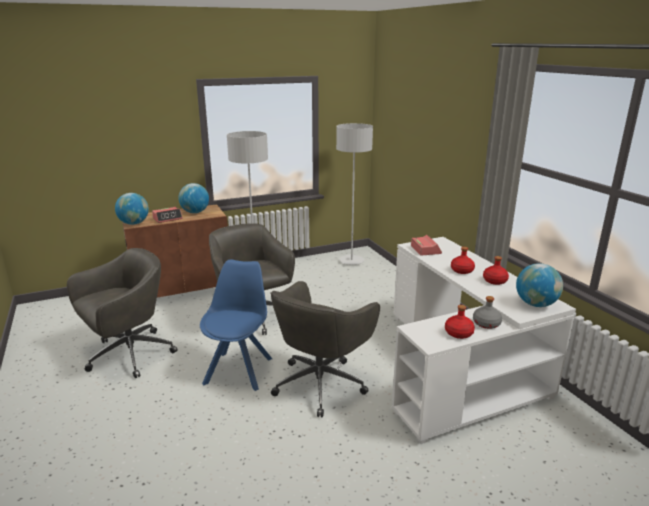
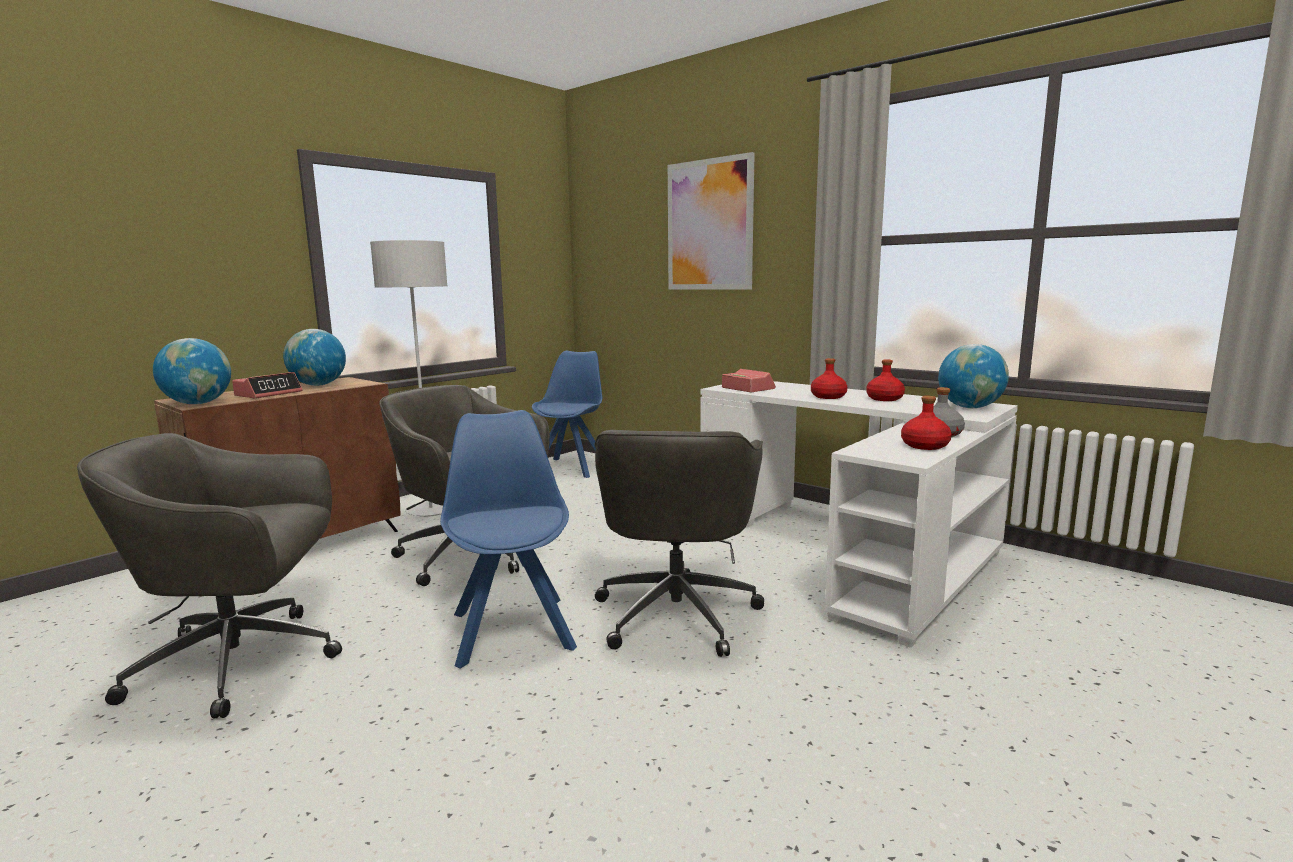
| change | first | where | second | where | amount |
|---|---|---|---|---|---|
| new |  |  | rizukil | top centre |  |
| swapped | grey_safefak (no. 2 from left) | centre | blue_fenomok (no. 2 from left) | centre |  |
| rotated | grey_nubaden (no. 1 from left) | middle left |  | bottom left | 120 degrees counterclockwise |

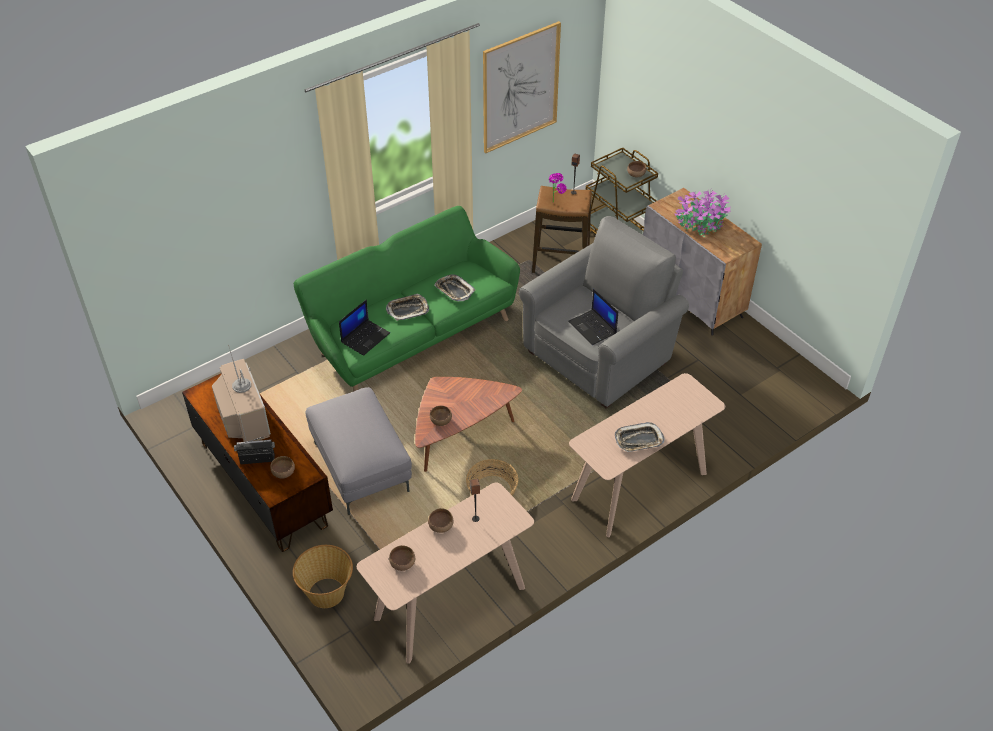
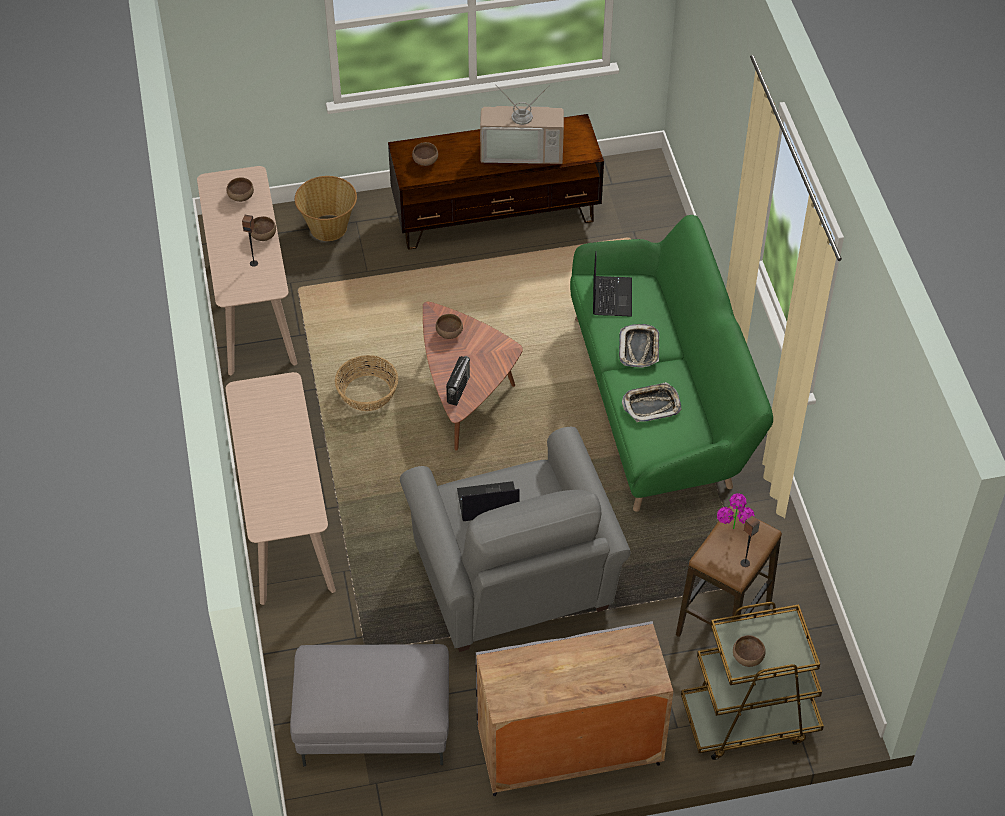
| change | first | where | second | where | amount |
|---|---|---|---|---|---|
| gone | rizukil | top centre |  |  |  |
| gone | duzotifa (no. 3 from left) | centre |  |  |  |
| gone | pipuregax (no. 2 from left) | top right |  |  |  |
| shifted | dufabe | middle left |  | centre |  |
| shifted | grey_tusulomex | centre |  | bottom centre |  |
| rotated | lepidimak (no. 1 from left in the first image) | centre | lepidimak (no. 2 from left) | centre | 150 degrees counterclockwise |

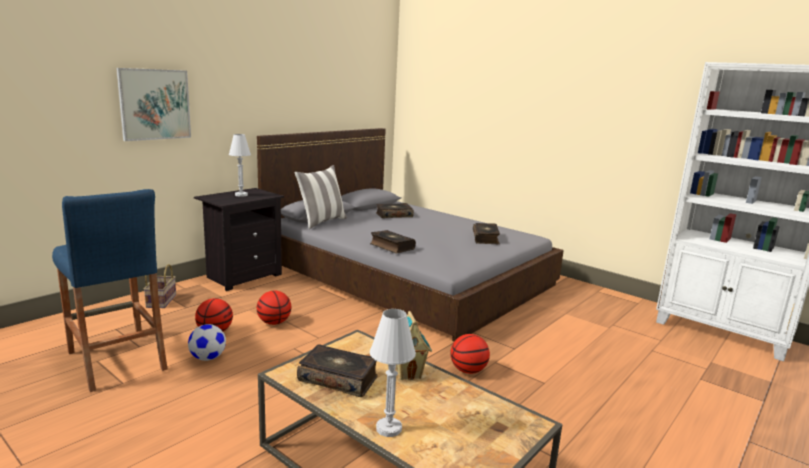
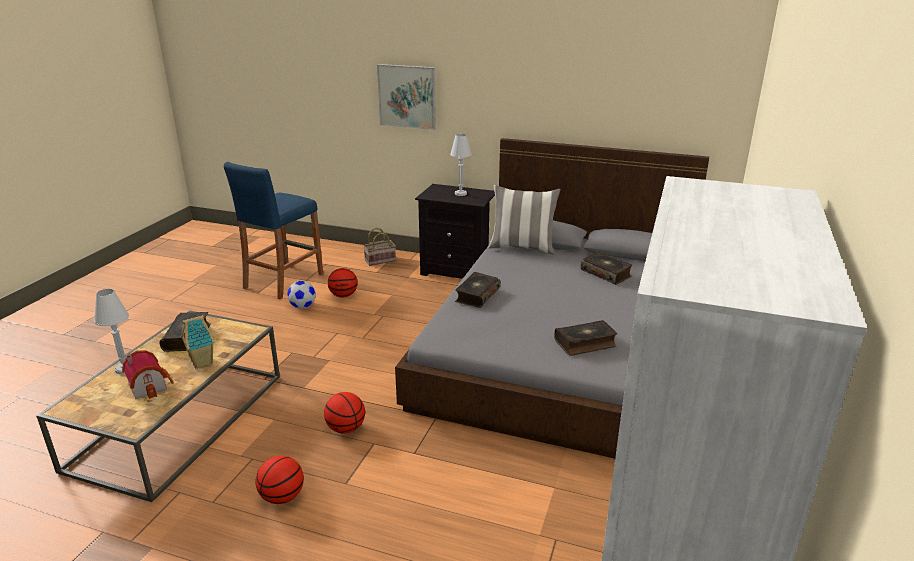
| change | first | where | second | where | amount |
|---|---|---|---|---|---|
| new |  |  | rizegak (no. 1 from left) | bottom left |  |
| shifted | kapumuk (no. 2 from left in the first image) | centre | kapumuk (no. 1 from left) | bottom left |  |

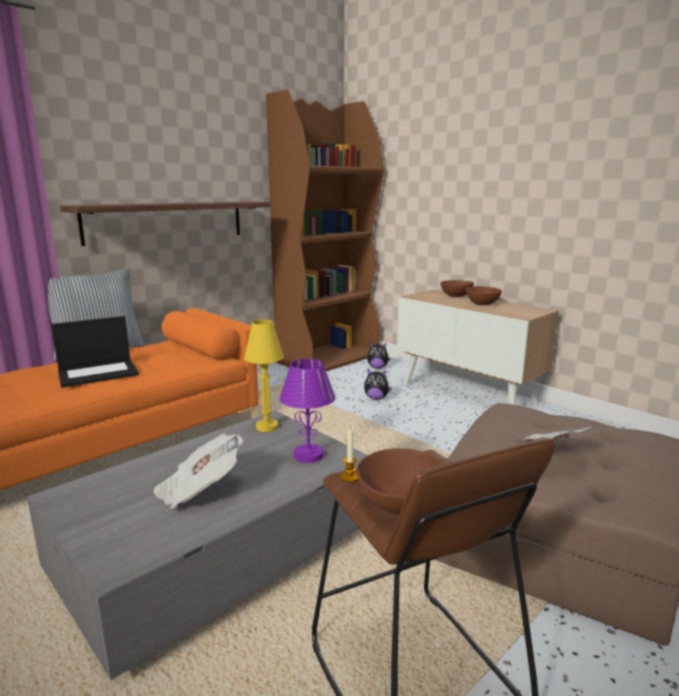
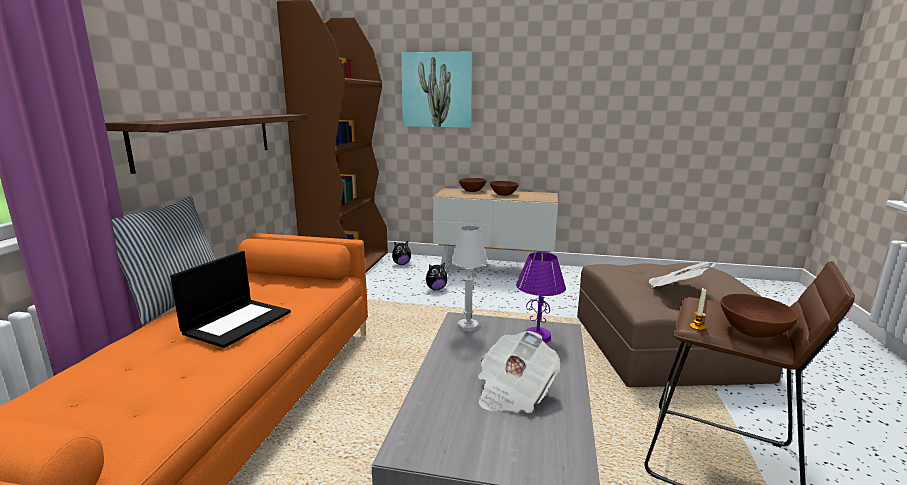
| change | first | where | second | where | amount |
|---|---|---|---|---|---|
| new |  |  | rizukil | top centre |  |
| repainted | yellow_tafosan | centre | white_tafosan | centre |  |

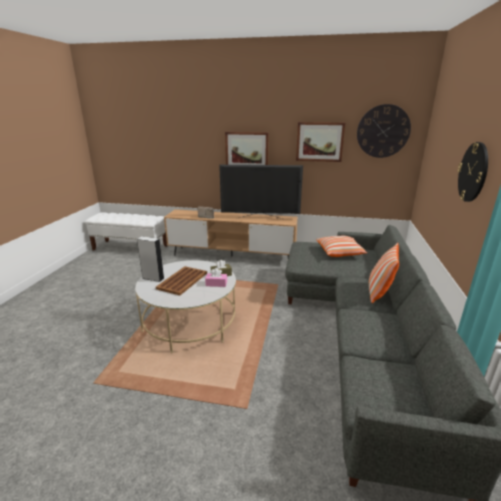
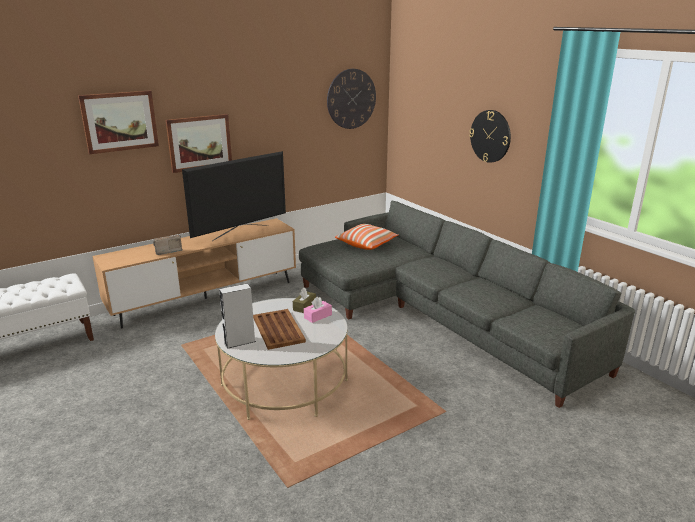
| change | first | where | second | where | amount |
|---|---|---|---|---|---|
| gone | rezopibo (no. 2 from left) | middle right |  |  |  |
| shifted | rizukil (no. 2 from left in the first image) | top centre | rizukil (no. 1 from left) | top left |  |

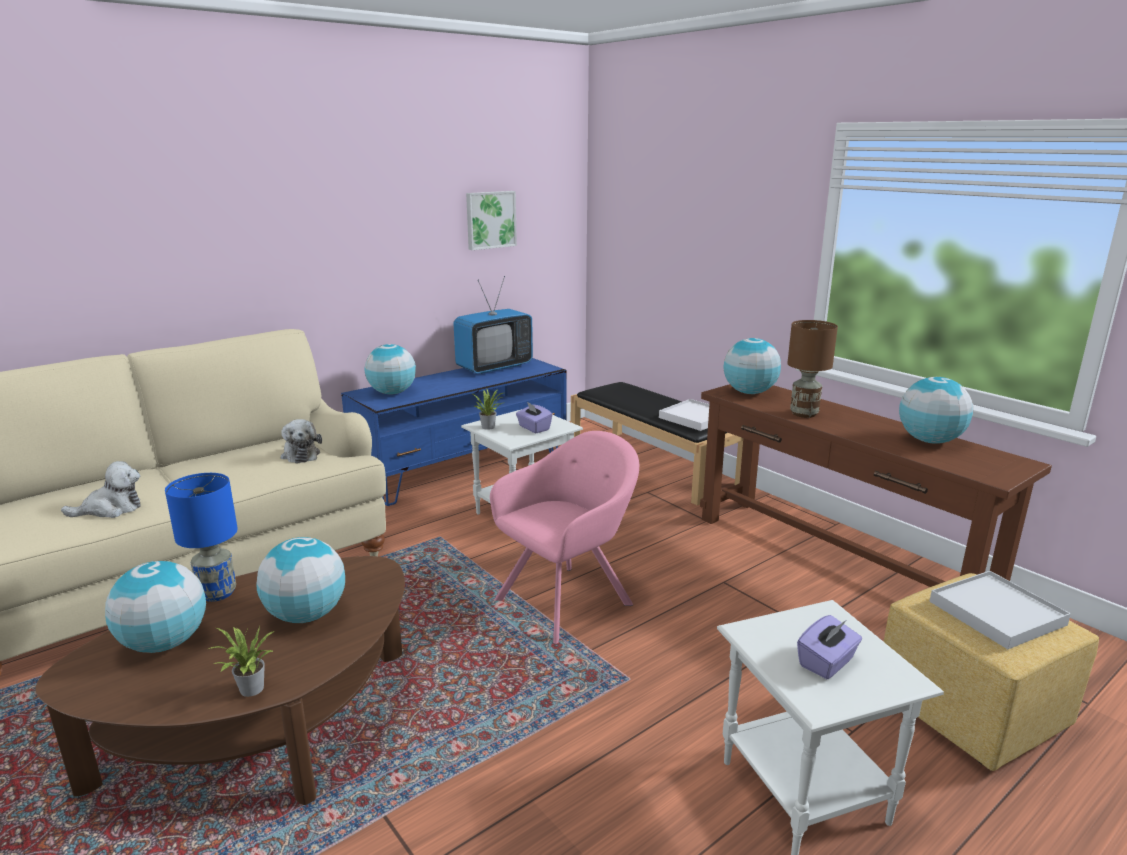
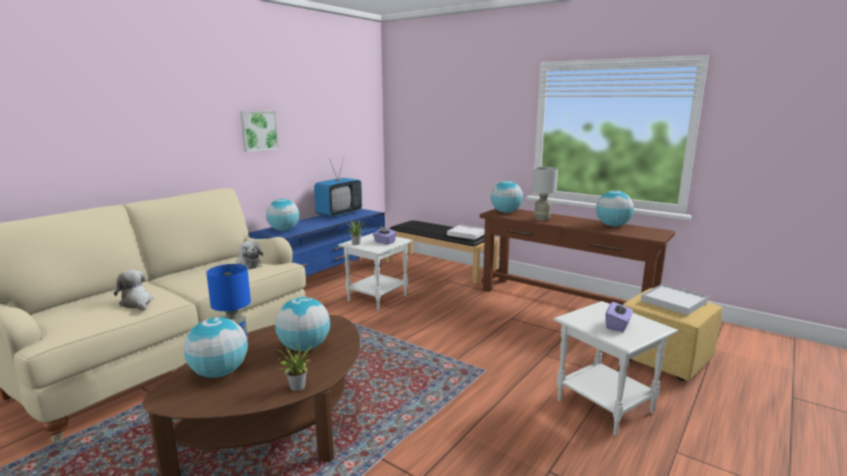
| change | first | where | second | where | amount |
|---|---|---|---|---|---|
| gone | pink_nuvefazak | centre |  |  |  |
| shifted | rizukil | top centre |  | top left |  |
| repainted | brown_tafosan | middle right | grey_tafosan | centre |  |
| rotated | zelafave (no. 1 from left) | middle left |  | middle left | 90 degrees counterclockwise |

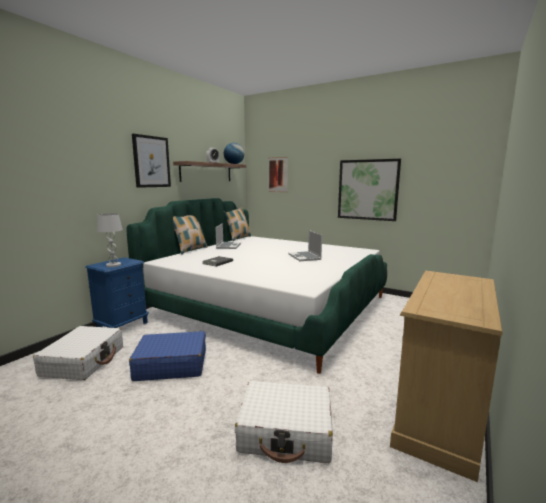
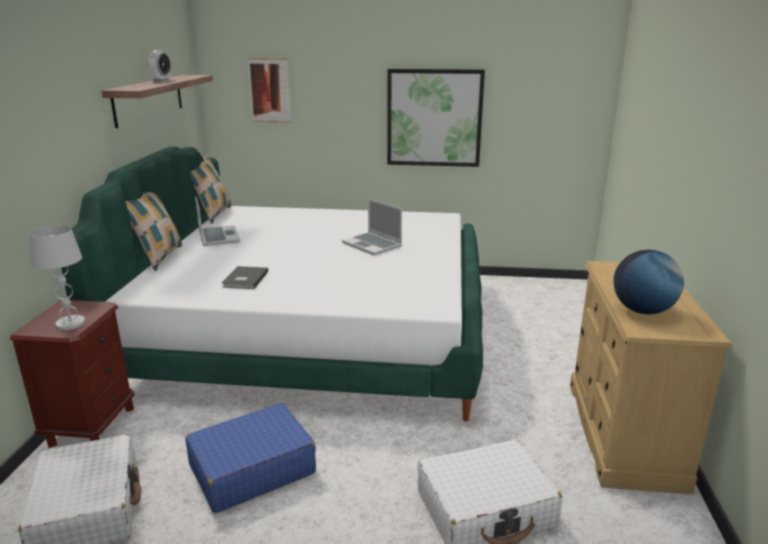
| change | first | where | second | where | amount |
|---|---|---|---|---|---|
| gone | rizukil (no. 1 from left) | top left |  |  |  |
| shifted | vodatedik | top centre |  | middle right |  |
| repainted | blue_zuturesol | middle left | brown_zuturesol | bottom left |  |

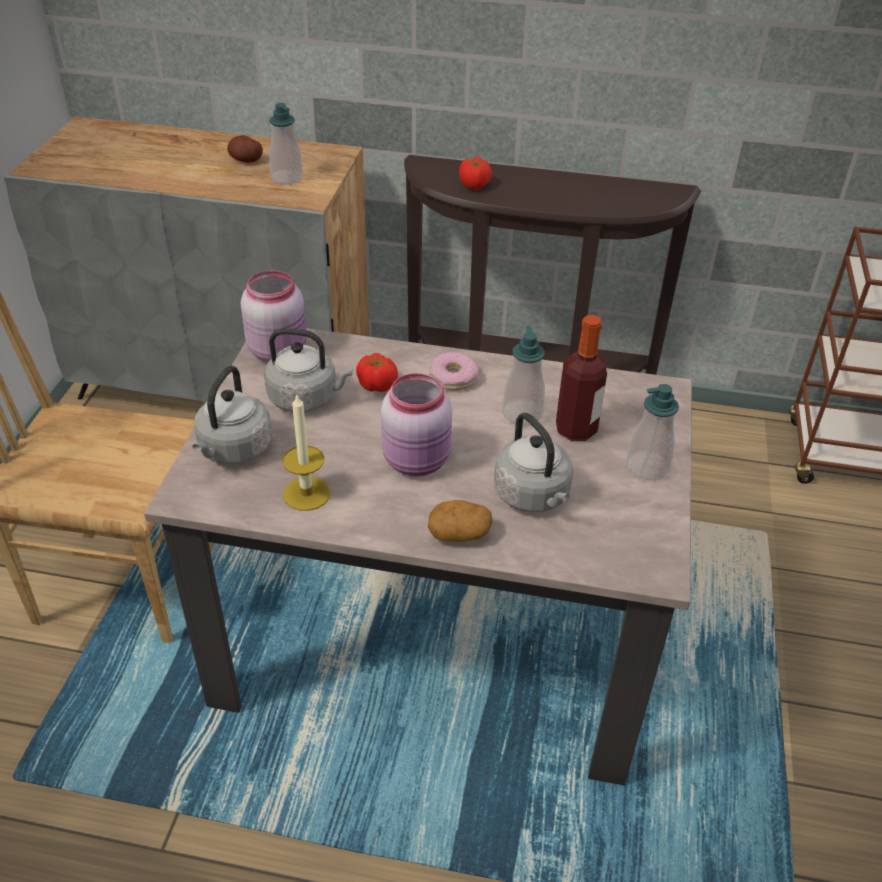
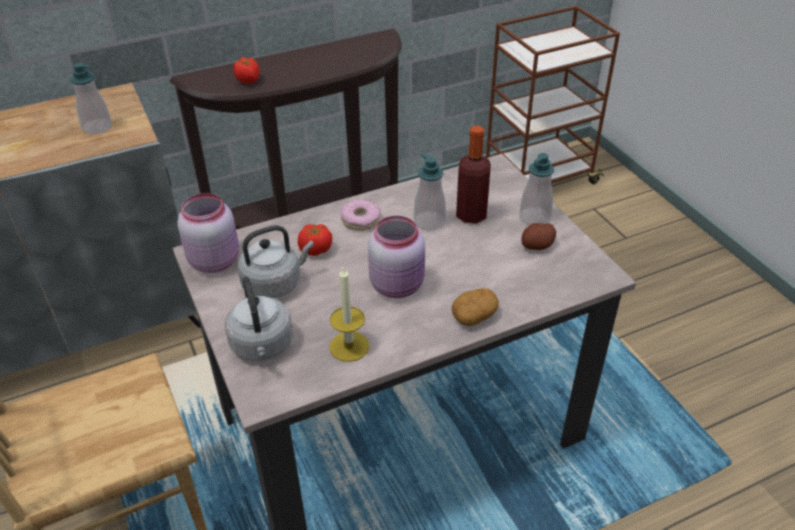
| change | first | where | second | where | amount |
|---|---|---|---|---|---|
| gone | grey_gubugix (no. 3 from left) | centre |  |  |  |
| shifted | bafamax (no. 1 from left in the first image) | top left | bafamax (no. 2 from left) | middle right |  |

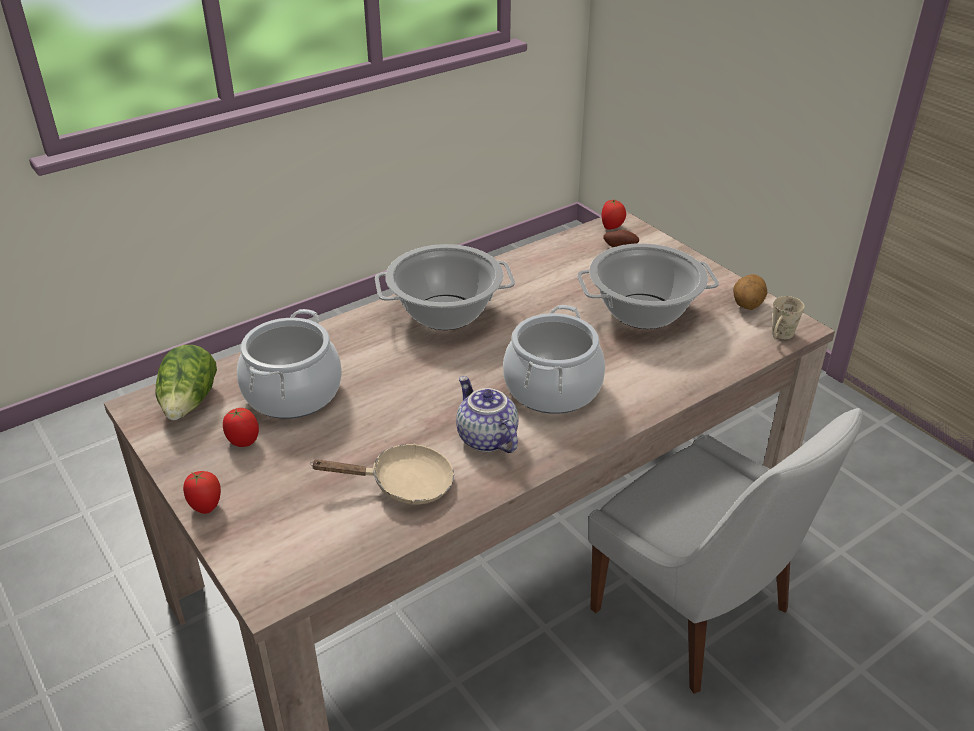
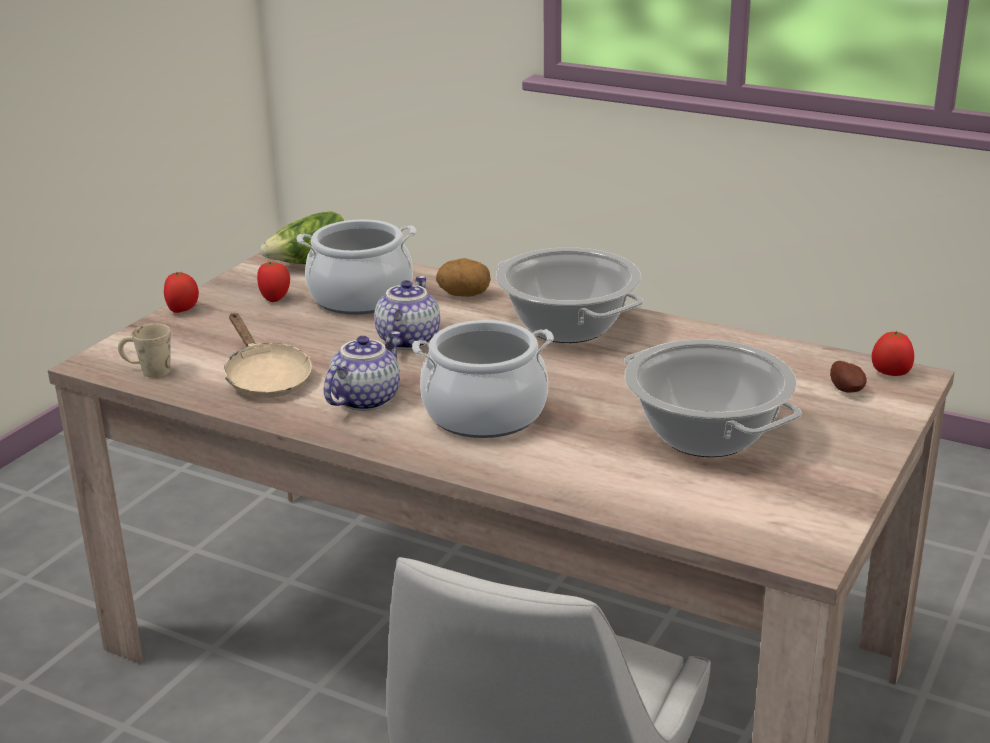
| change | first | where | second | where | amount |
|---|---|---|---|---|---|
| new |  |  | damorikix (no. 2 from left) | centre |  |
| shifted | bafamax (no. 2 from left in the first image) | middle right | bafamax (no. 1 from left) | centre |  |
| shifted | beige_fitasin | middle right |  | middle left |  |

